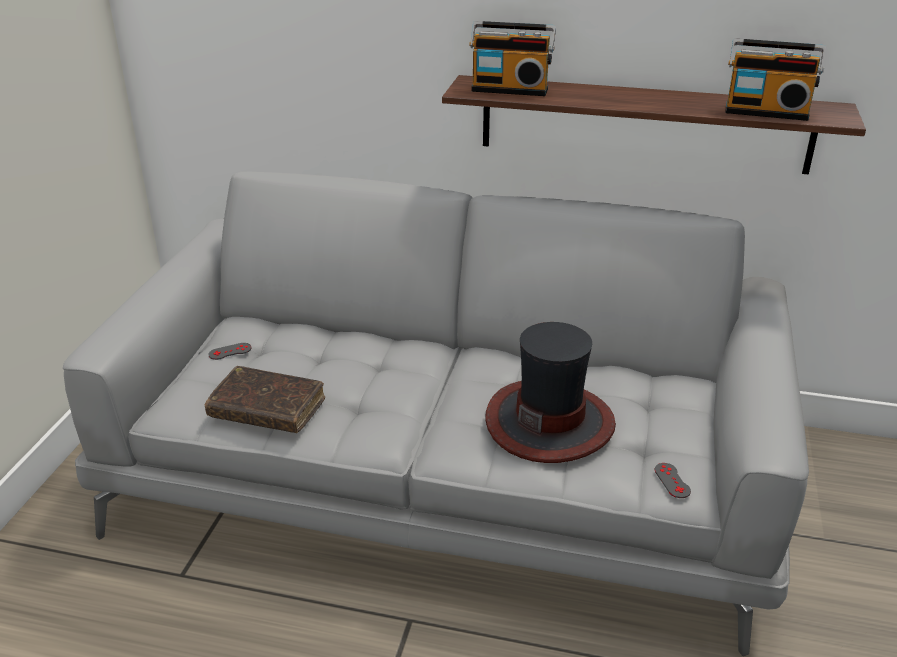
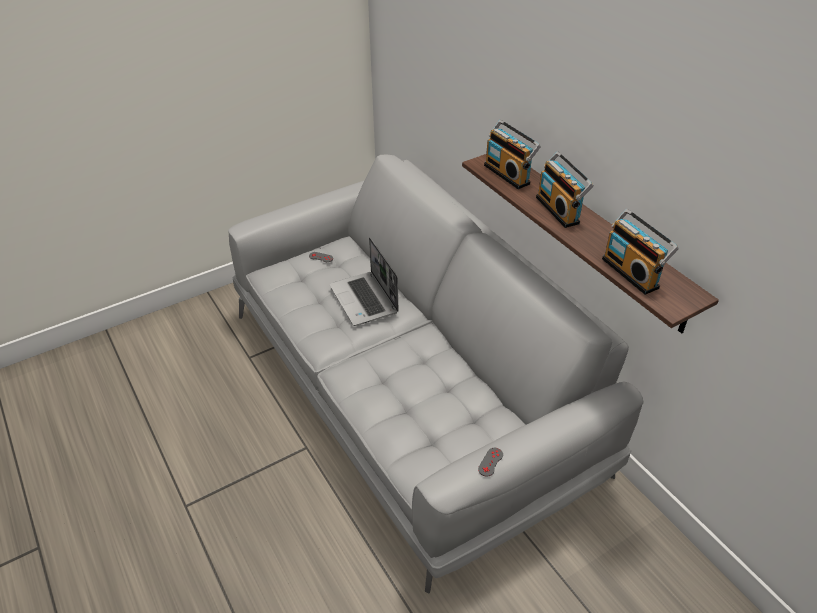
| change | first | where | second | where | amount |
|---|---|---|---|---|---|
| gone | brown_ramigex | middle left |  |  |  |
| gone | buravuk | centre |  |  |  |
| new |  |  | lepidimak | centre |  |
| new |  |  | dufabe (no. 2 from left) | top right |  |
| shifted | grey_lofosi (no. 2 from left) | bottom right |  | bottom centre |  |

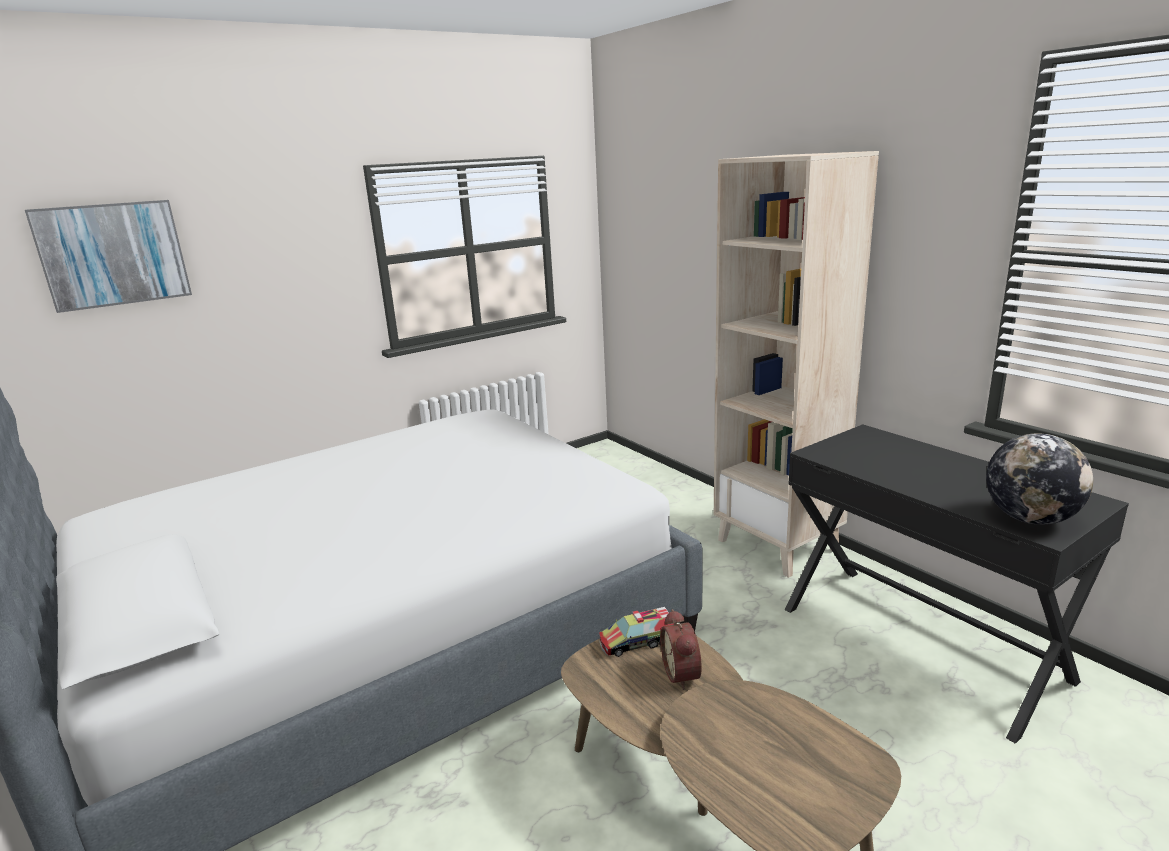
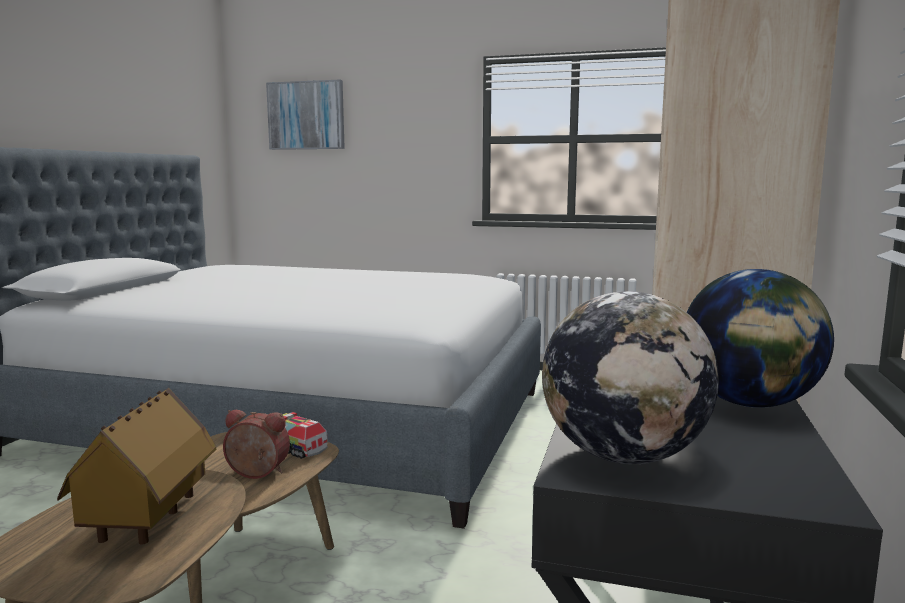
| change | first | where | second | where | amount |
|---|---|---|---|---|---|
| new |  |  | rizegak | bottom left |  |
| new |  |  | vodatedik (no. 2 from left) | middle right |  |
| rotated | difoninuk | bottom centre |  | bottom left | 60 degrees clockwise |

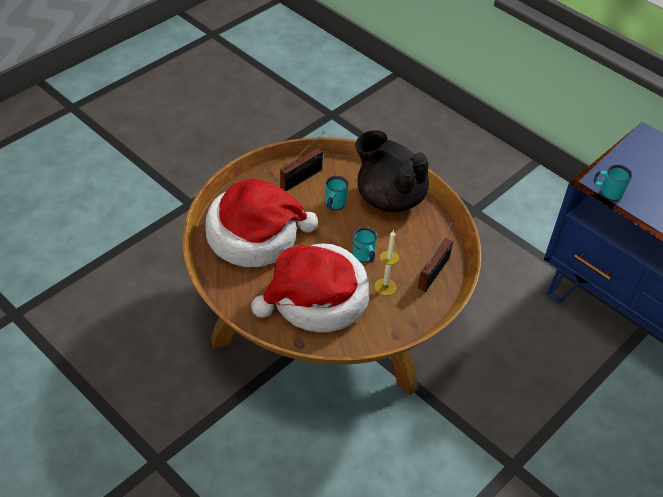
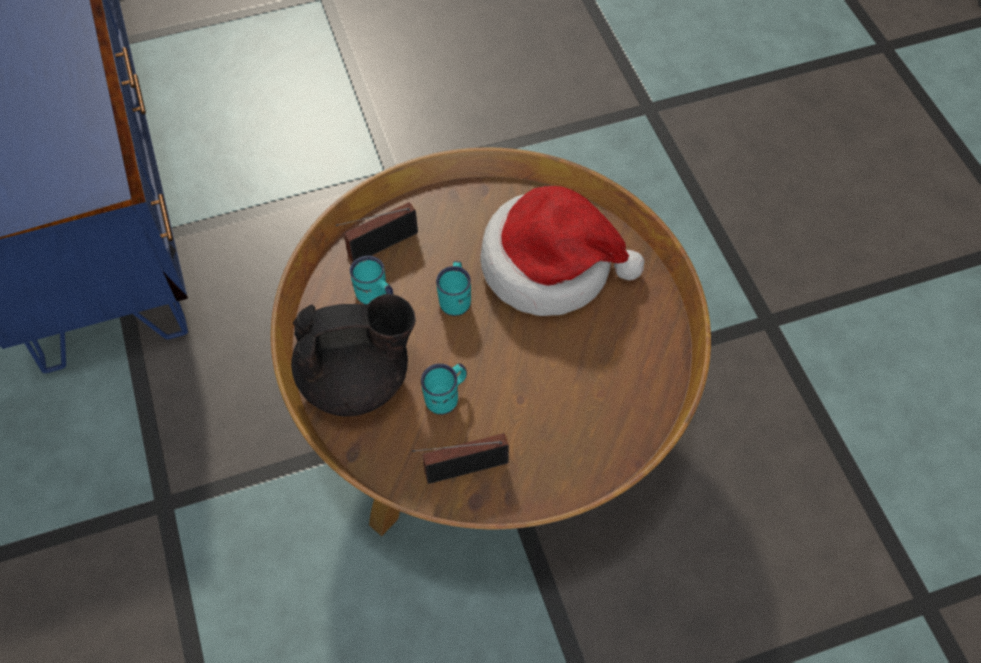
| change | first | where | second | where | amount |
|---|---|---|---|---|---|
| gone | buravuk (no. 1 from left) | centre |  |  |  |
| gone | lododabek | centre |  |  |  |
| shifted | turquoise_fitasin (no. 3 from left in the first image) | middle right | turquoise_fitasin (no. 1 from left) | centre |  |
| rotated | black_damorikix | centre |  | centre | 75 degrees counterclockwise |

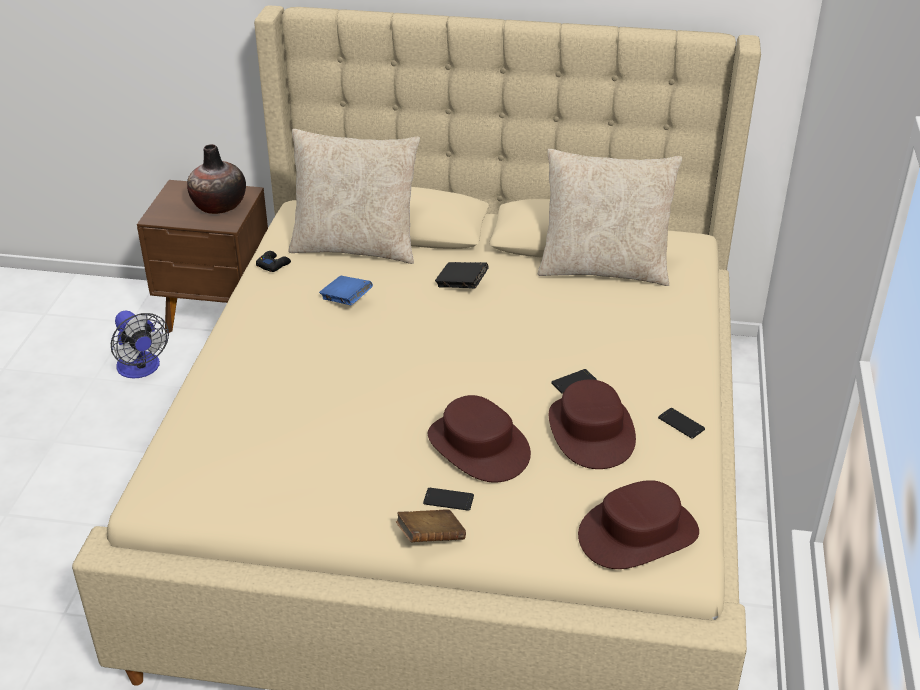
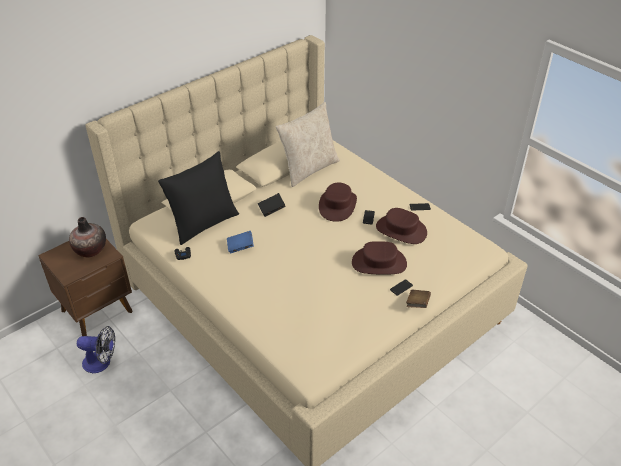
| change | first | where | second | where | amount |
|---|---|---|---|---|---|
| shifted | brown_buravuk (no. 3 from left in the first image) | bottom right | brown_buravuk (no. 1 from left) | centre |  |
| repainted | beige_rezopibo (no. 1 from left) | top centre | black_rezopibo | middle left |  |

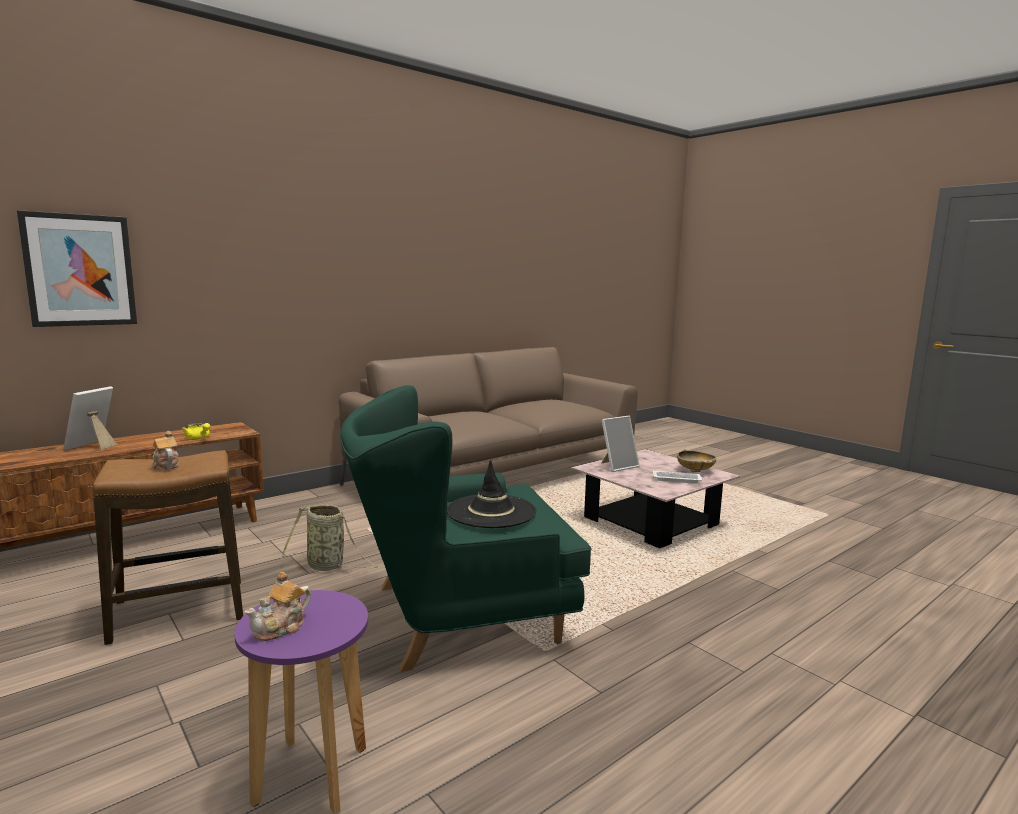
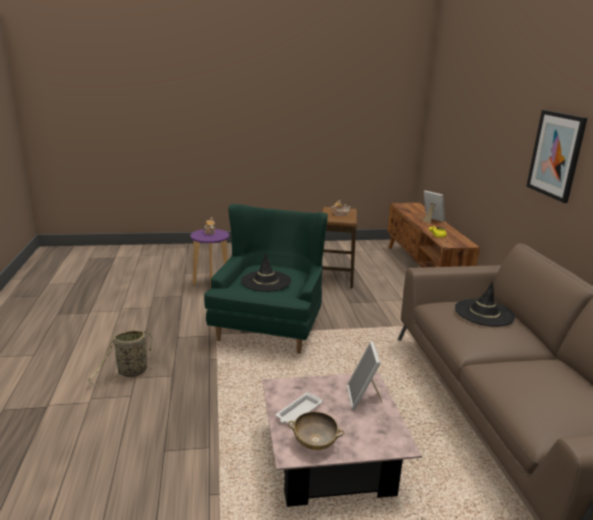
| change | first | where | second | where | amount |
|---|---|---|---|---|---|
| new |  |  | black_buravuk (no. 2 from left) | middle right |  |
| shifted | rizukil | top left |  | top right |  |
| shifted | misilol | middle left |  | bottom left |  |

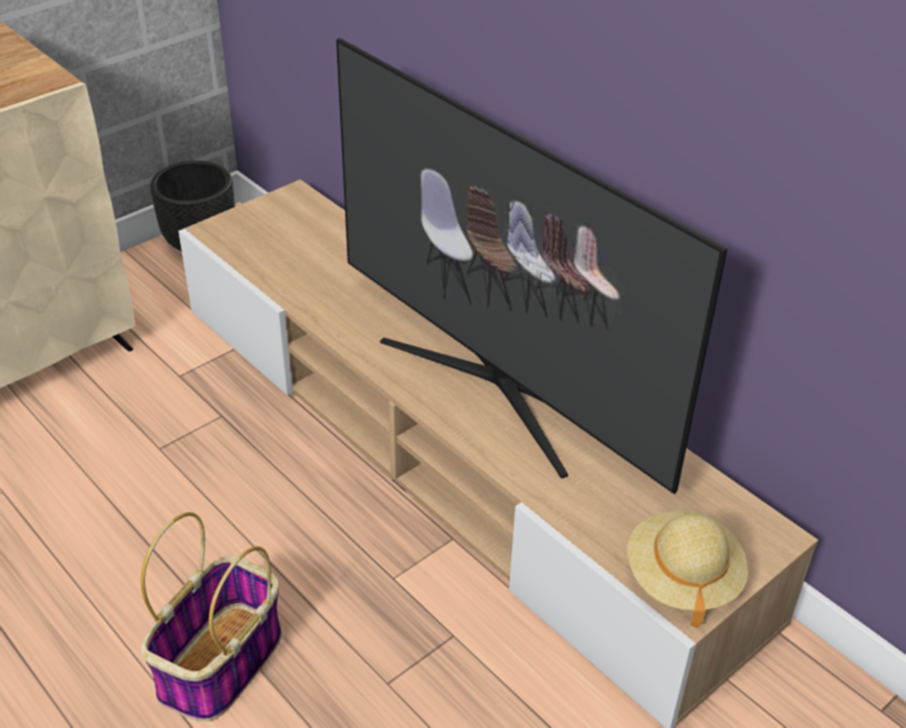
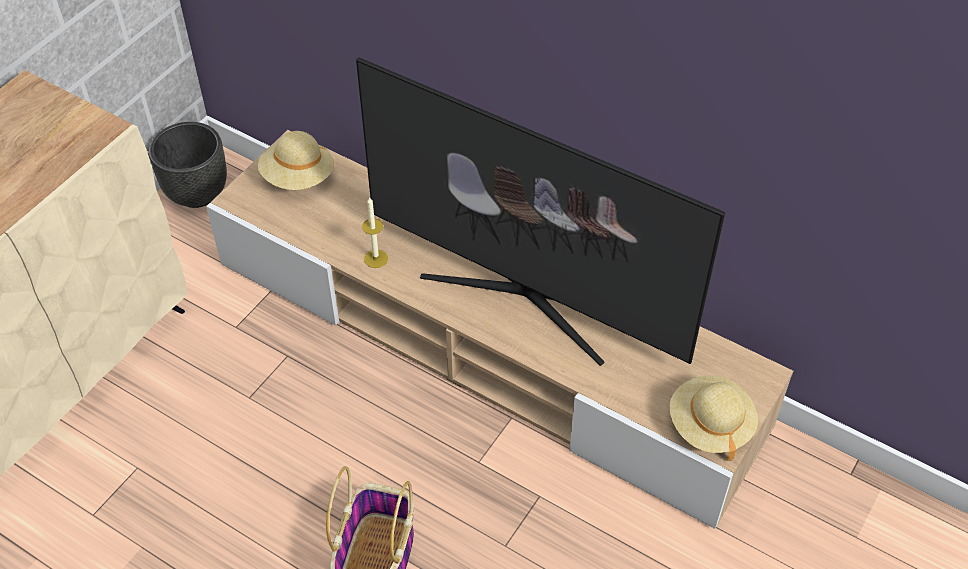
| change | first | where | second | where | amount |
|---|---|---|---|---|---|
| new |  |  | beige_buravuk (no. 1 from left) | top left |  |
| new |  |  | lododabek | centre |  |

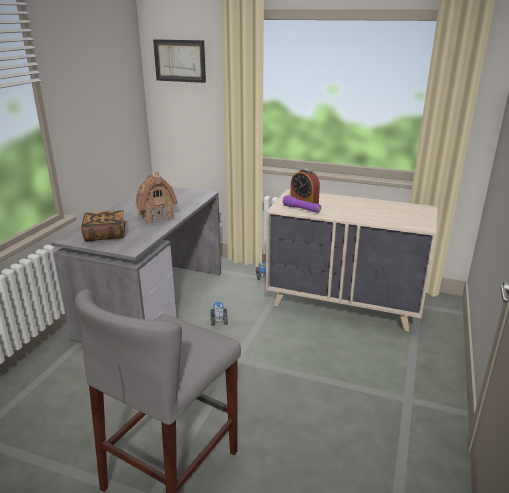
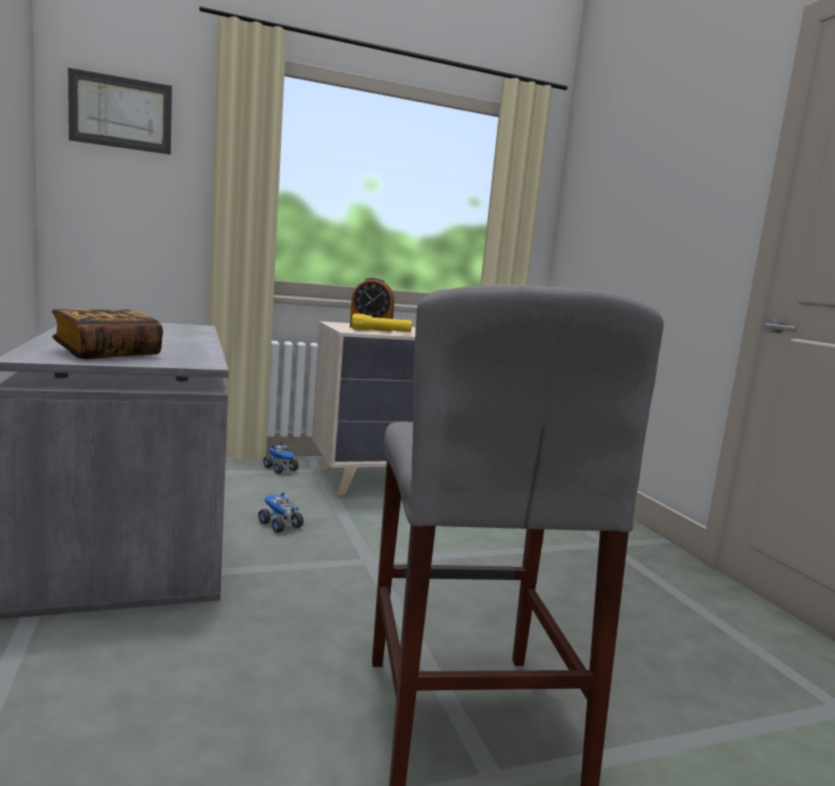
| change | first | where | second | where | amount |
|---|---|---|---|---|---|
| gone | rizegak | middle left |  |  |  |
| repainted | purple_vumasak | centre | yellow_vumasak | centre |  |

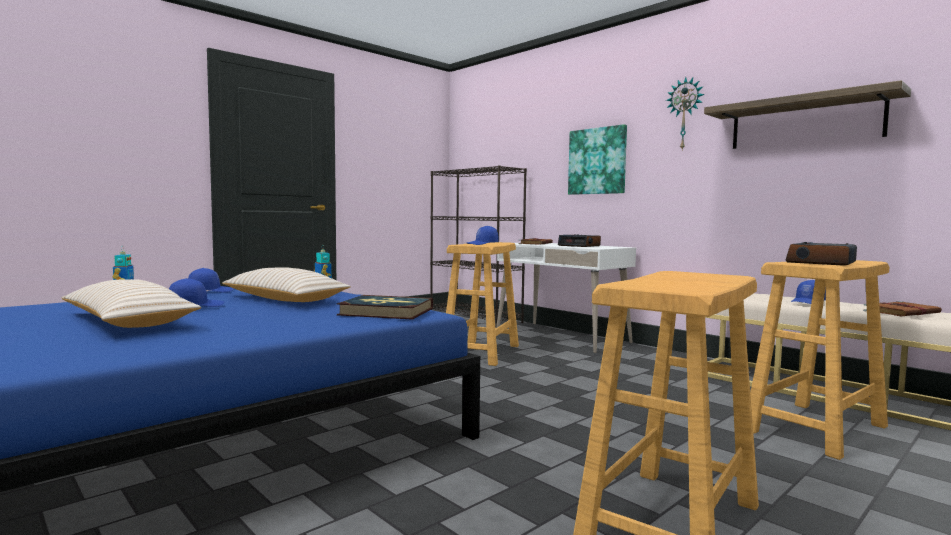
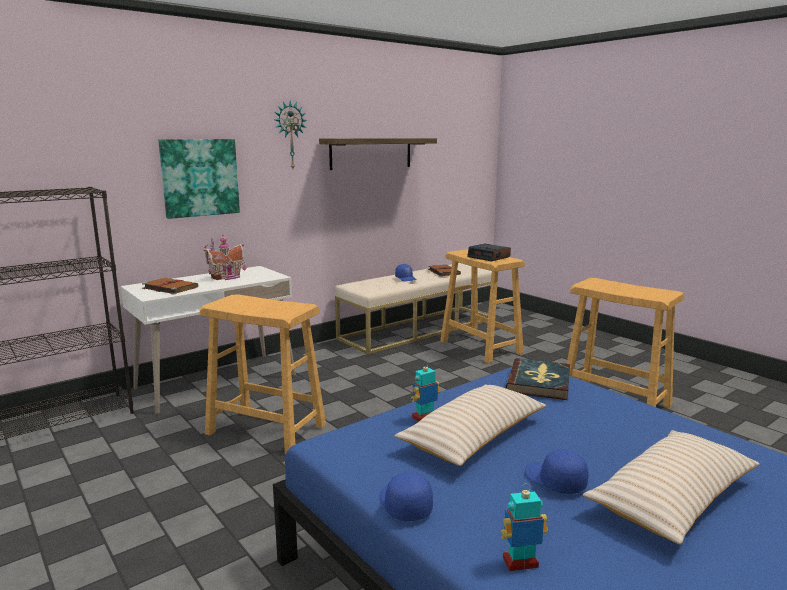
| change | first | where | second | where | amount |
|---|---|---|---|---|---|
| gone | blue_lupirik (no. 3 from left) | centre |  |  |  |
| swapped | difoninuk (no. 1 from left) | centre | rizegak | middle left |  |

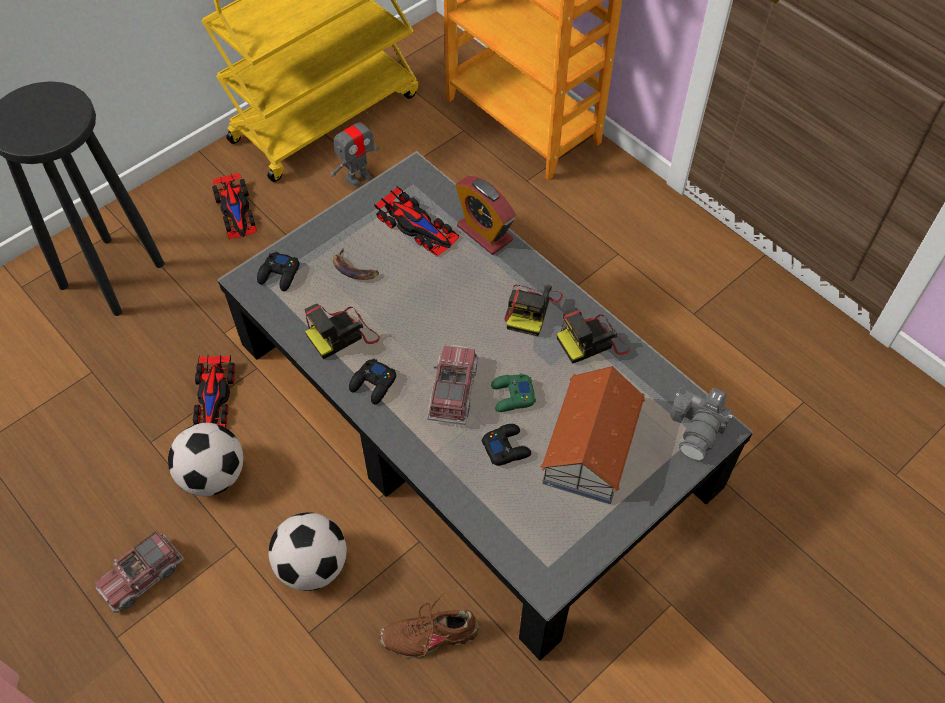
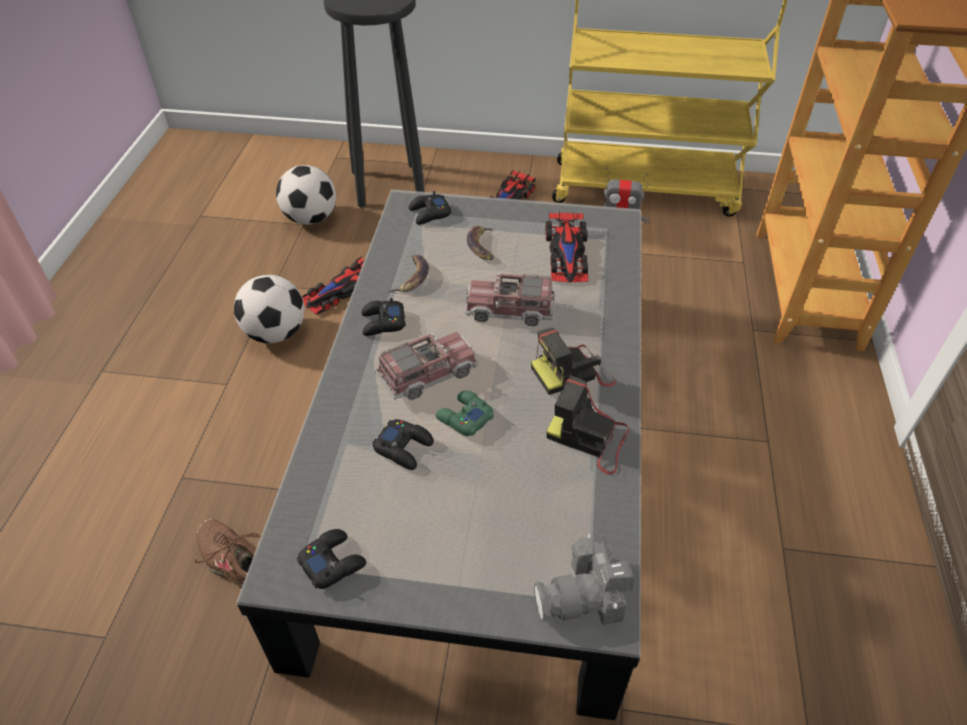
| change | first | where | second | where | amount |
|---|---|---|---|---|---|
| gone | difoninuk | top centre |  |  |  |
| gone | rizegak | centre |  |  |  |
| new |  |  | black_lofosi (no. 1 from left) | bottom centre |  |
| shifted | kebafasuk (no. 1 from left in the first image) | bottom left | kebafasuk (no. 2 from left) | centre |  |
| shifted | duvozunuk (no. 2 from left) | bottom left |  | top left |  |
| swapped | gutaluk (no. 1 from left) | centre | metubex (no. 1 from left) | centre |  |

